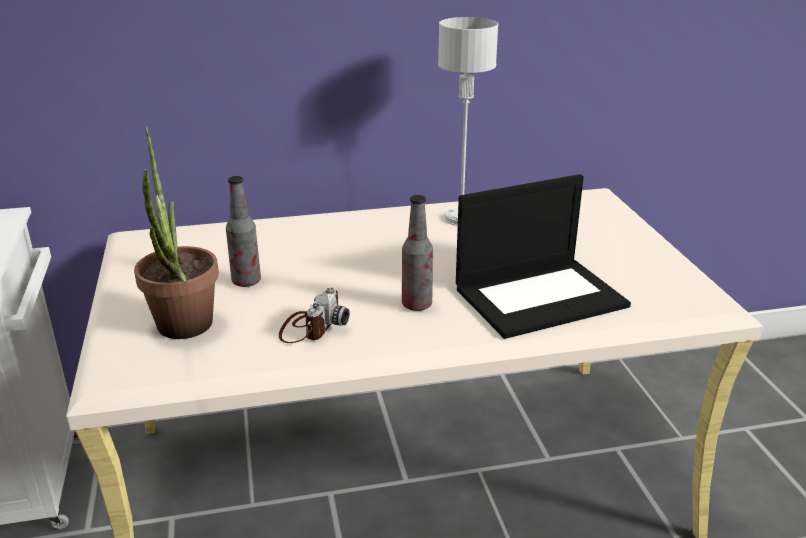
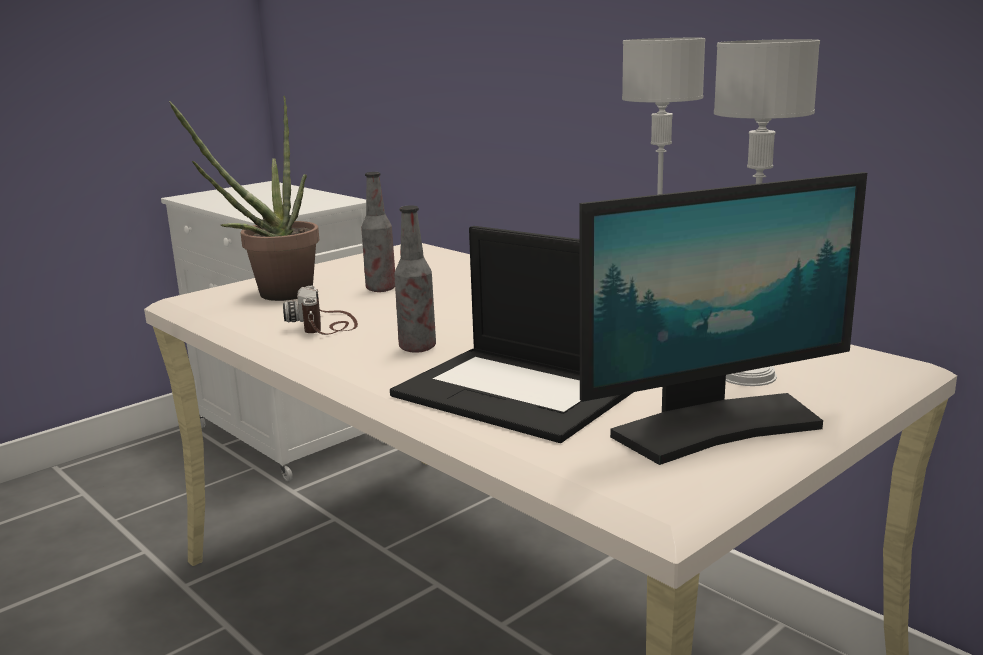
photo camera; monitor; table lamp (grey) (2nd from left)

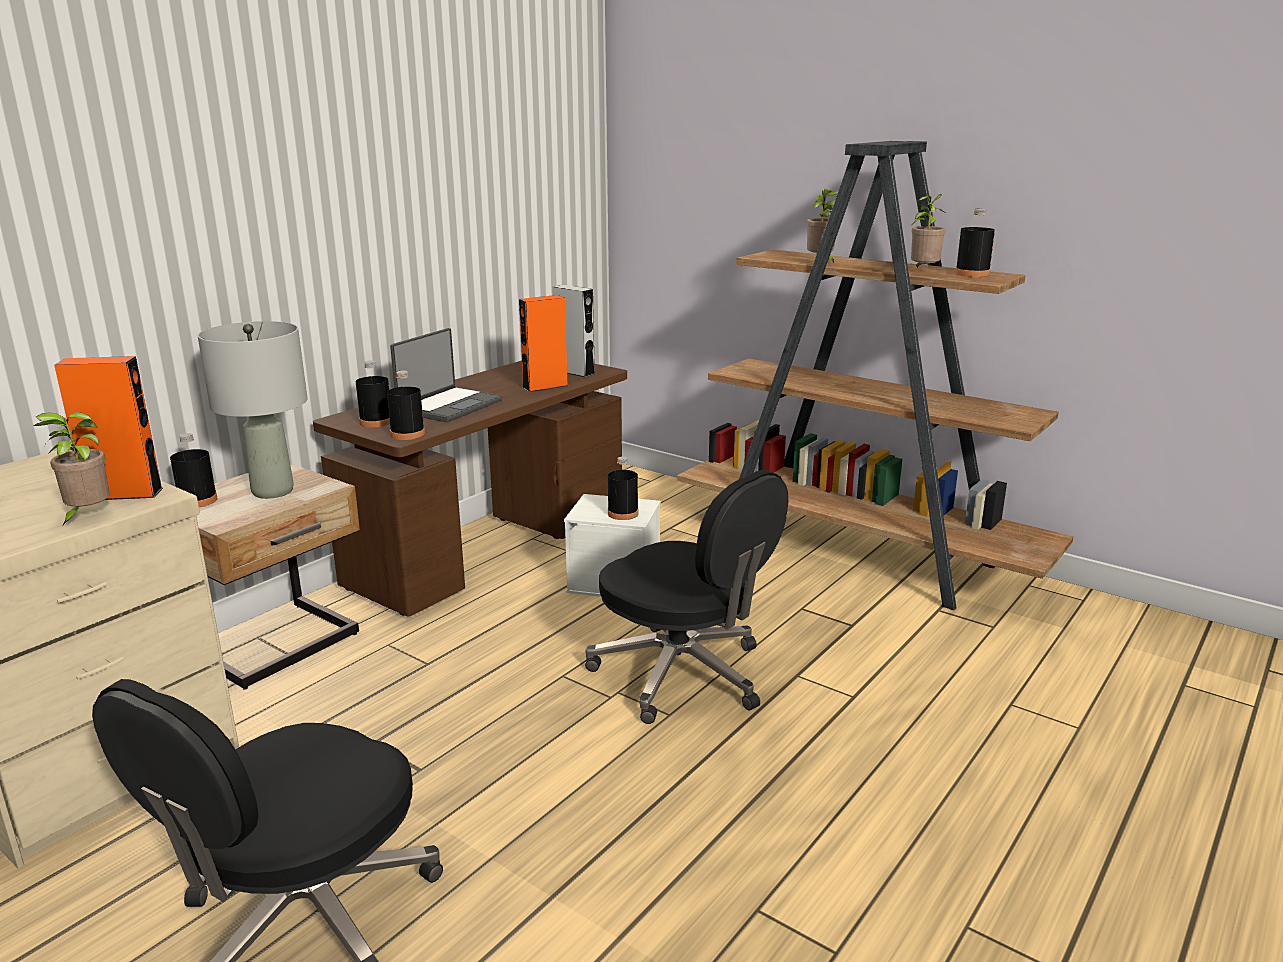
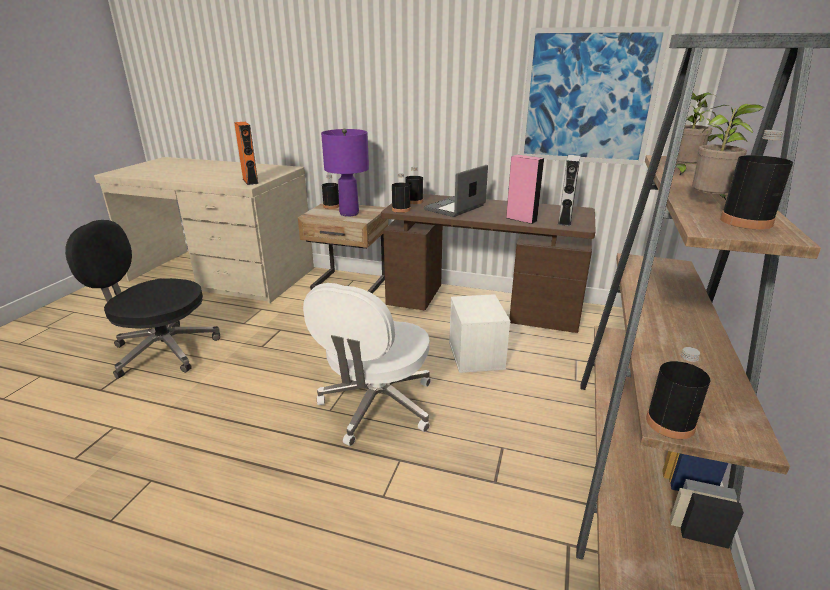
office chair (white); table lamp (purple); laptop; speaker (pink); picture; bottle (black) (4th from left); potted plant (1st from left in the first image)

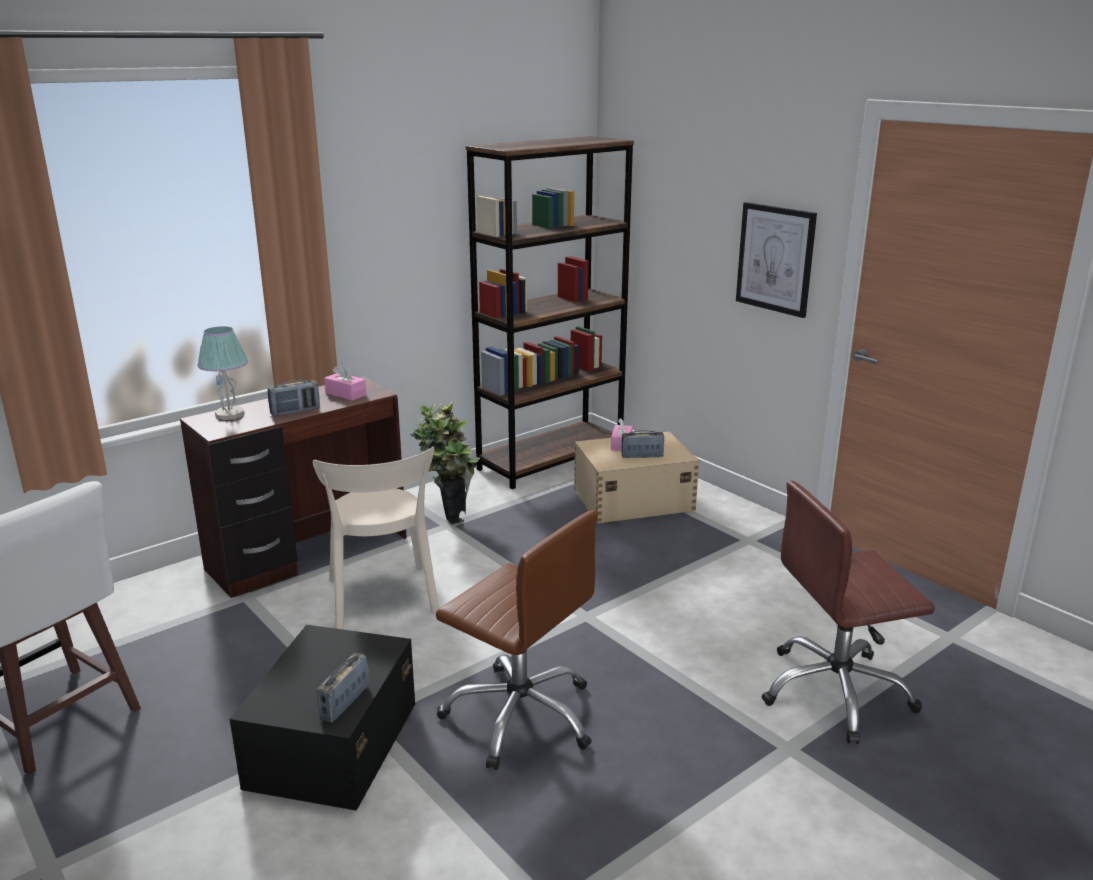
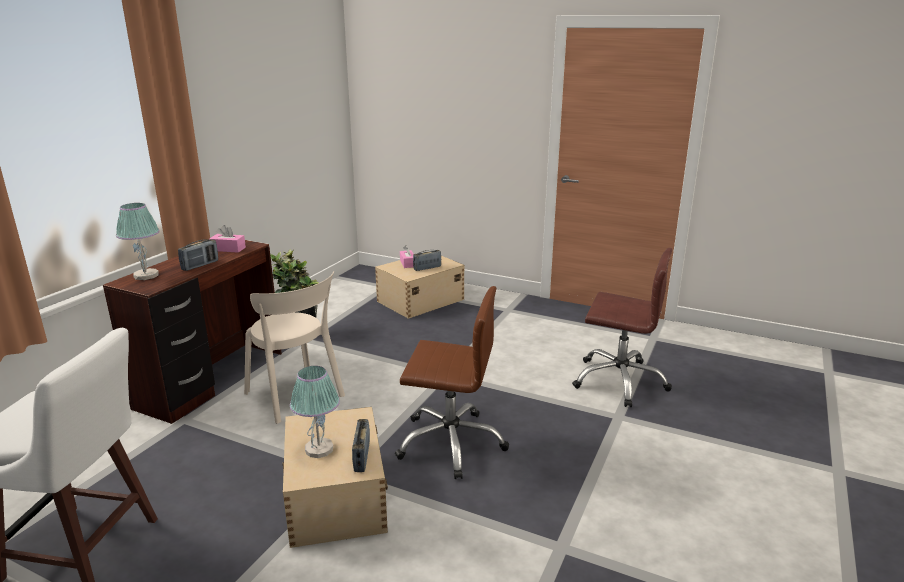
storage box (beige) (1st from left); table lamp (2nd from left); office chair (brown) (2nd from left); bookcase (brown); picture

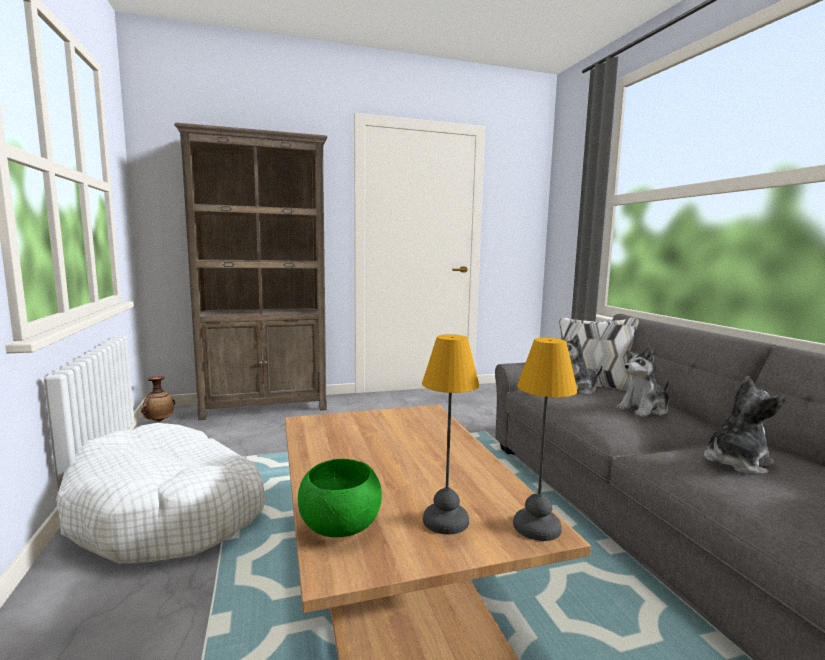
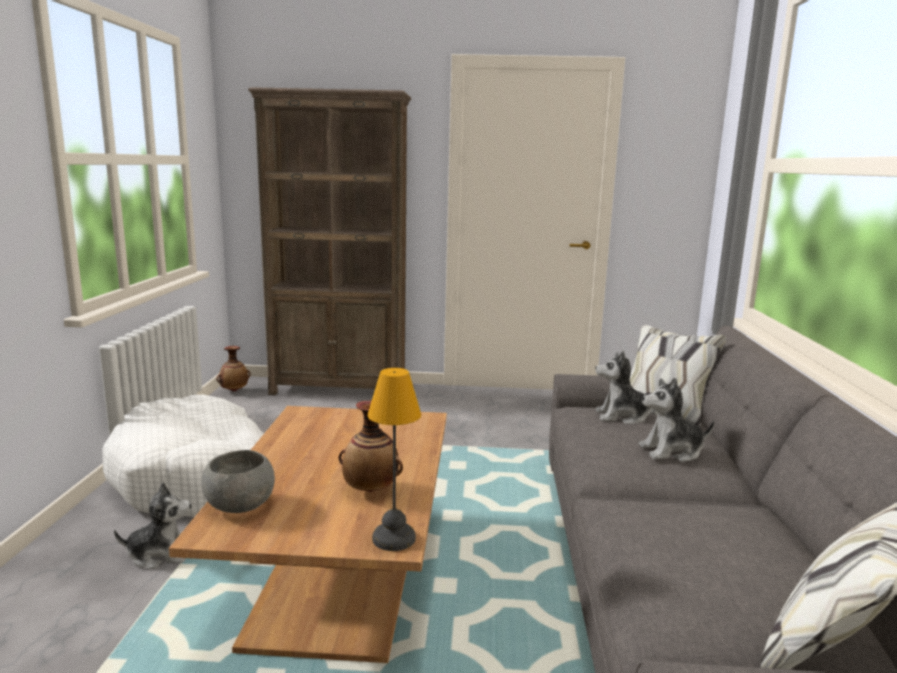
plush toy (1st from left); bowl (grey); vase (2nd from left); table lamp (1st from left in the first image)

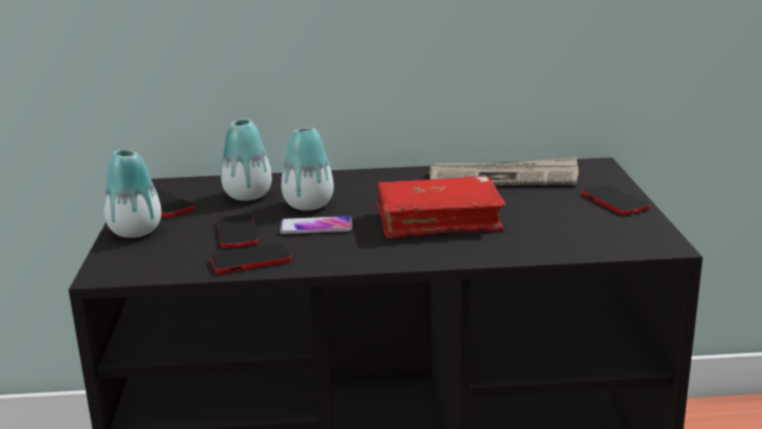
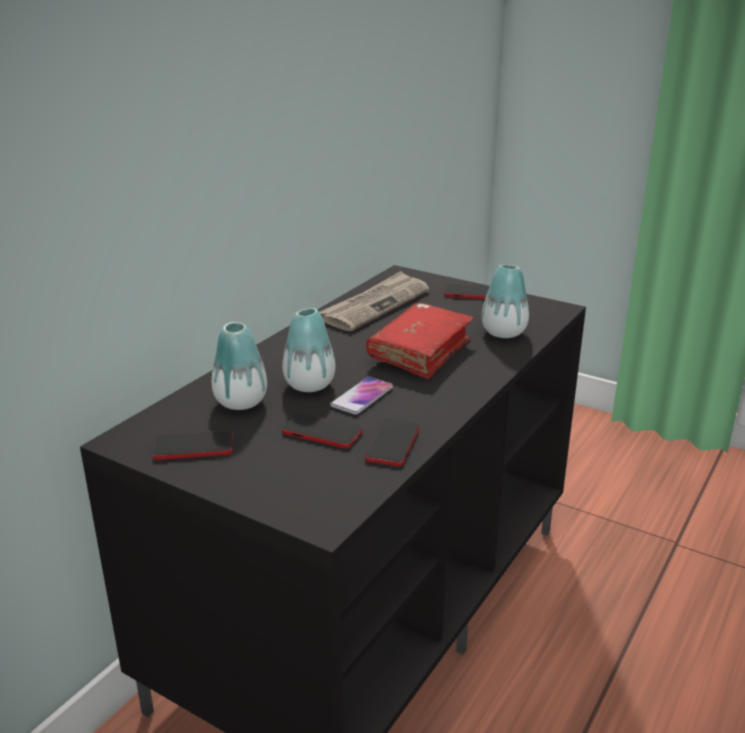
vase (3rd from left)

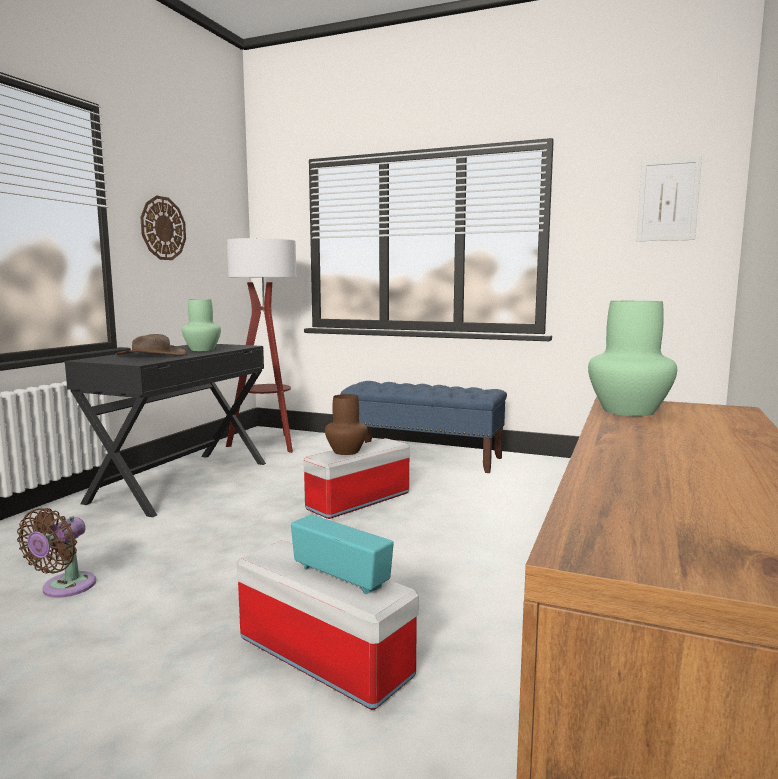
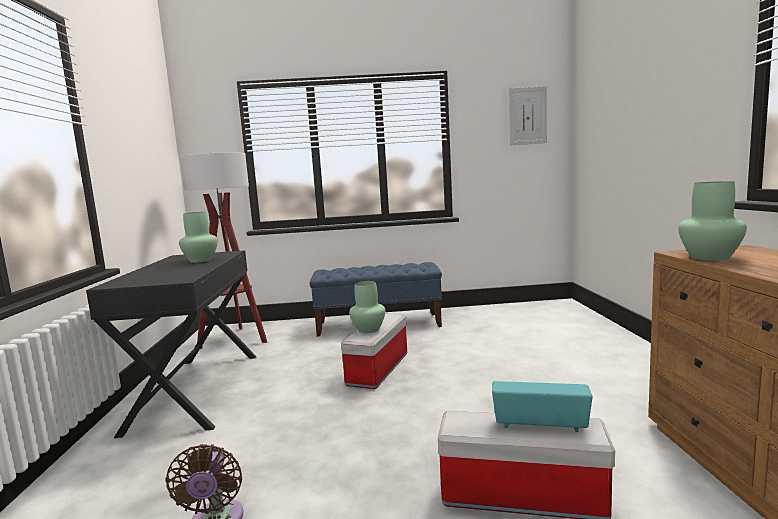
vase (green) (2nd from left); hat (brown); wall clock

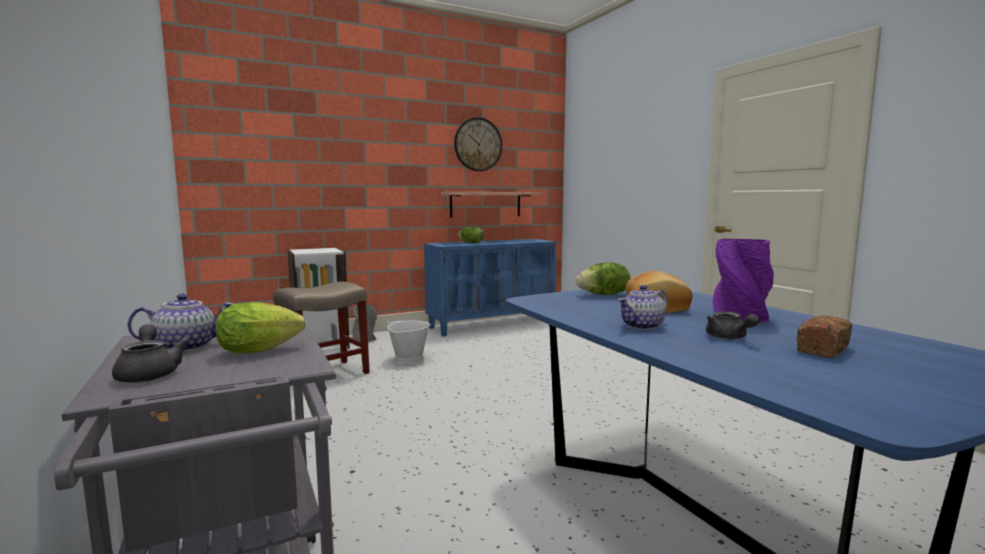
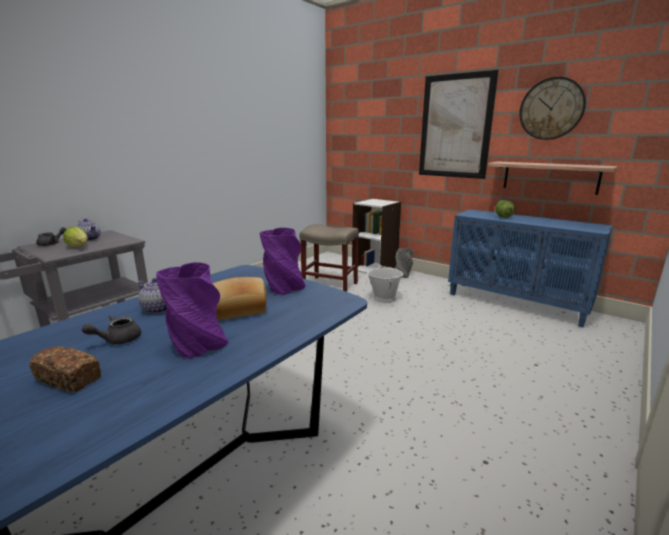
vase (purple) (2nd from left); picture

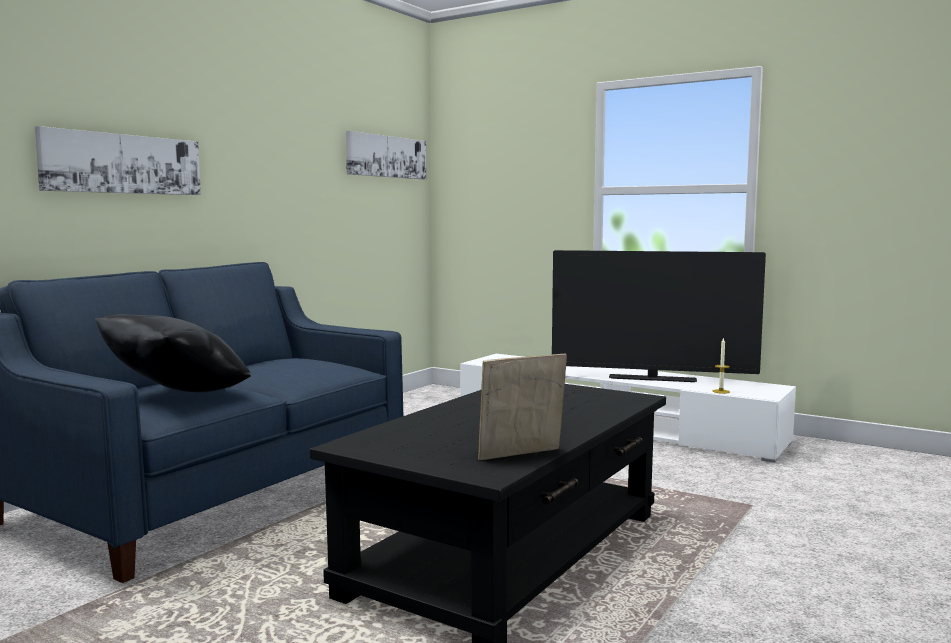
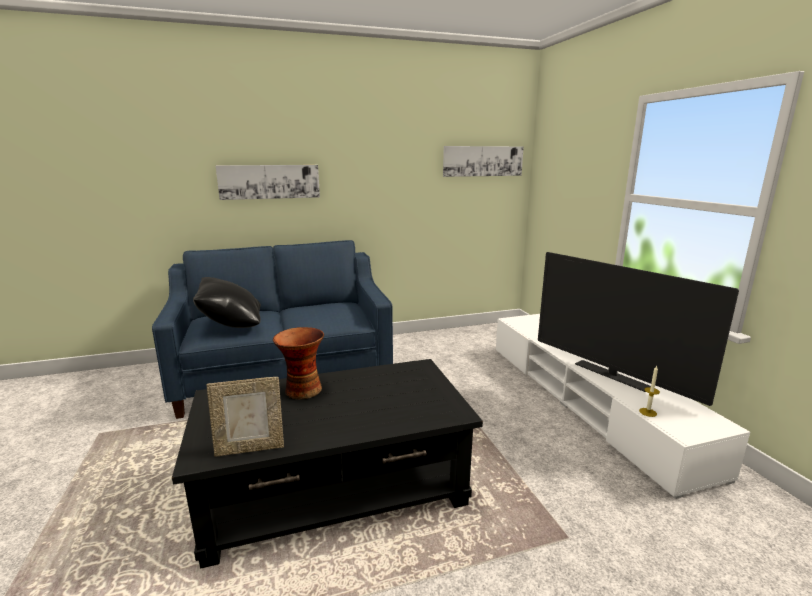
picture frame; vase

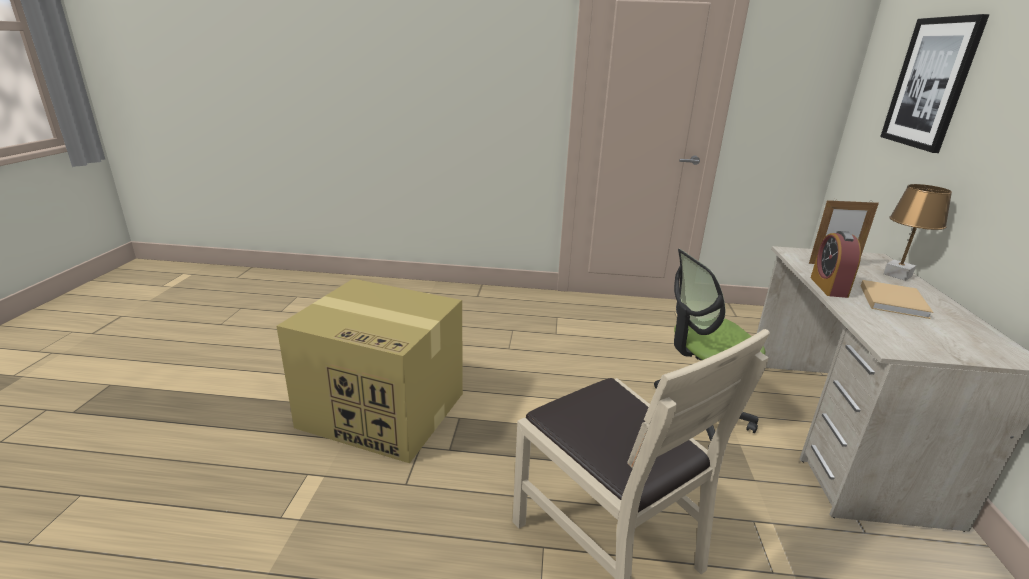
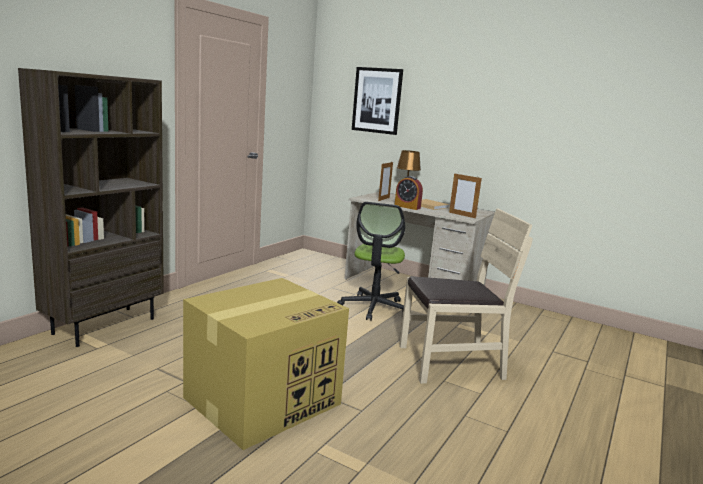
bookcase (brown); picture frame (2nd from left)

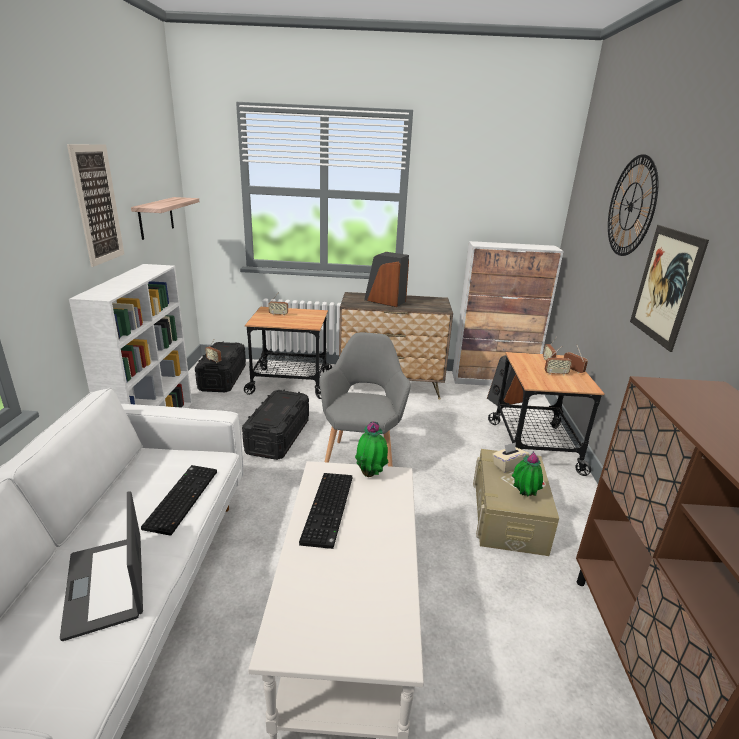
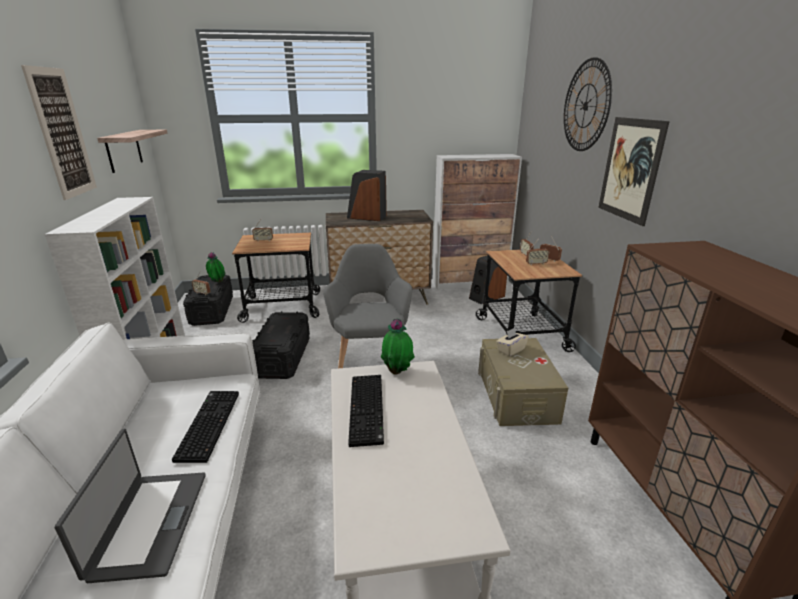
laptop; potted plant (1st from left)

